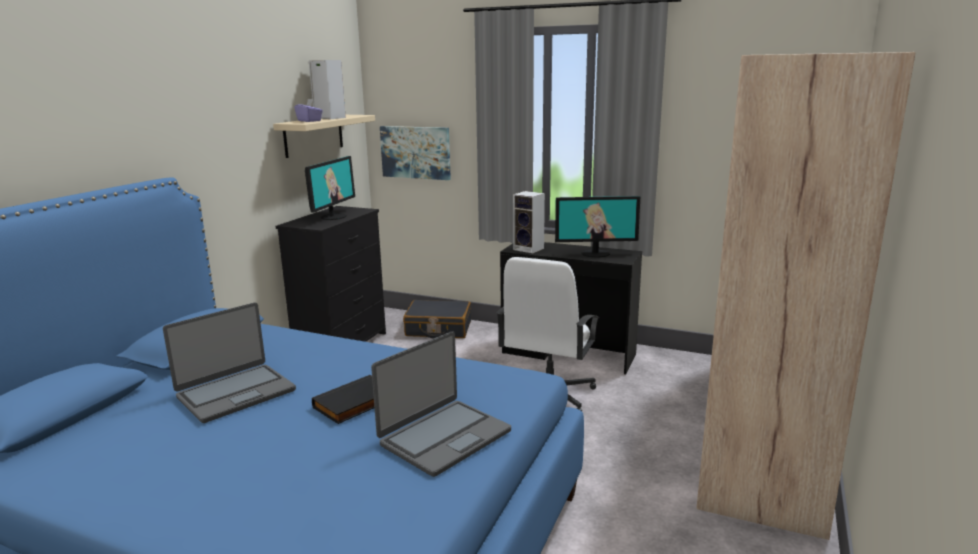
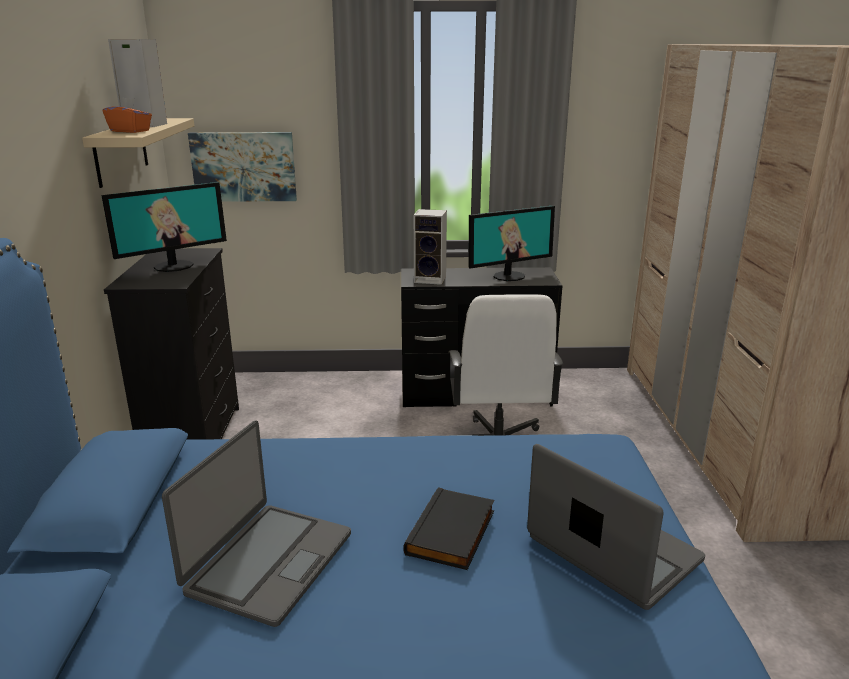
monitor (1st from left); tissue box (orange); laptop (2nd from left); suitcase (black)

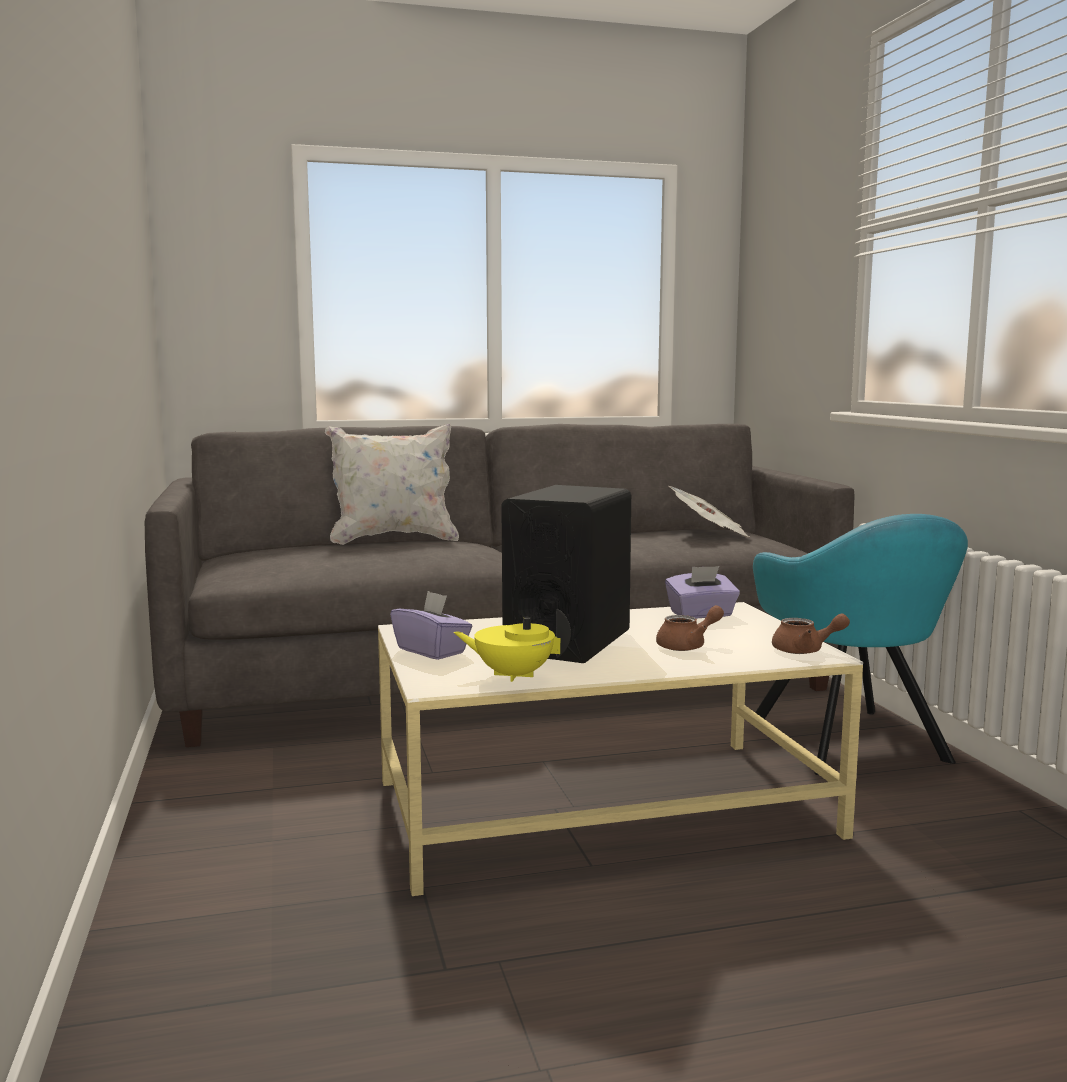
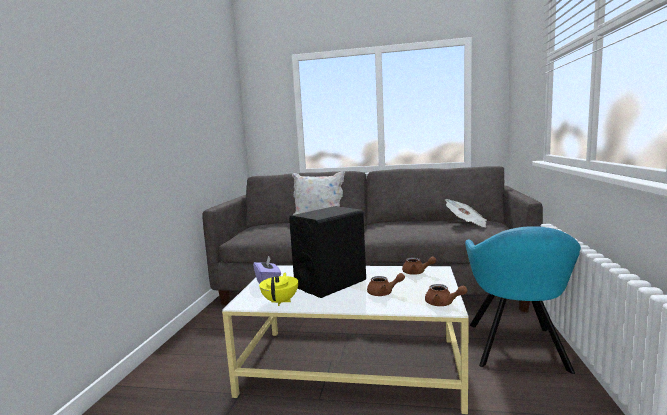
teapot (yellow); teapot (brown) (2nd from left)

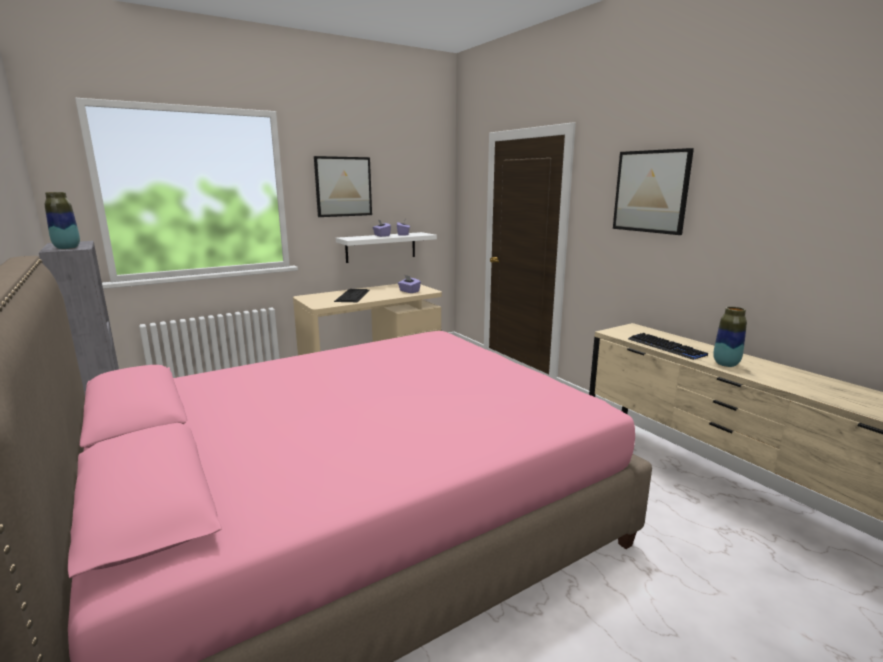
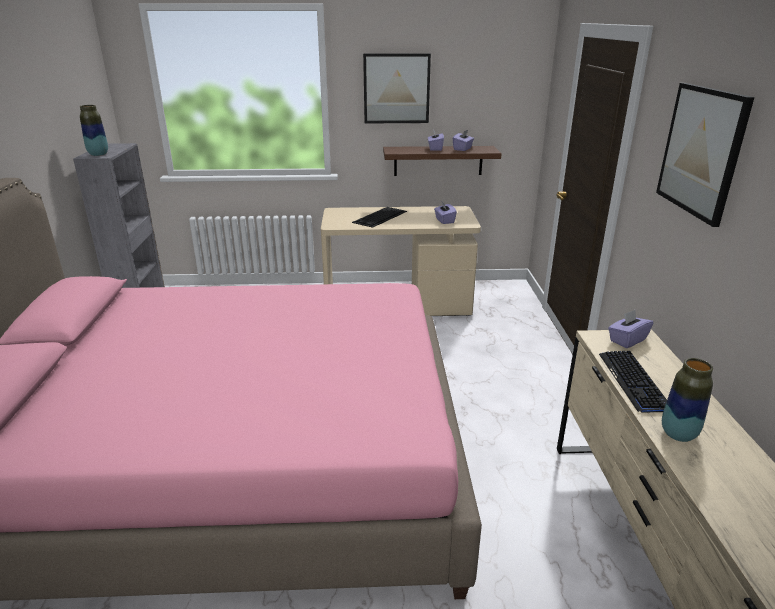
shelf (brown); tissue box (purple) (4th from left)

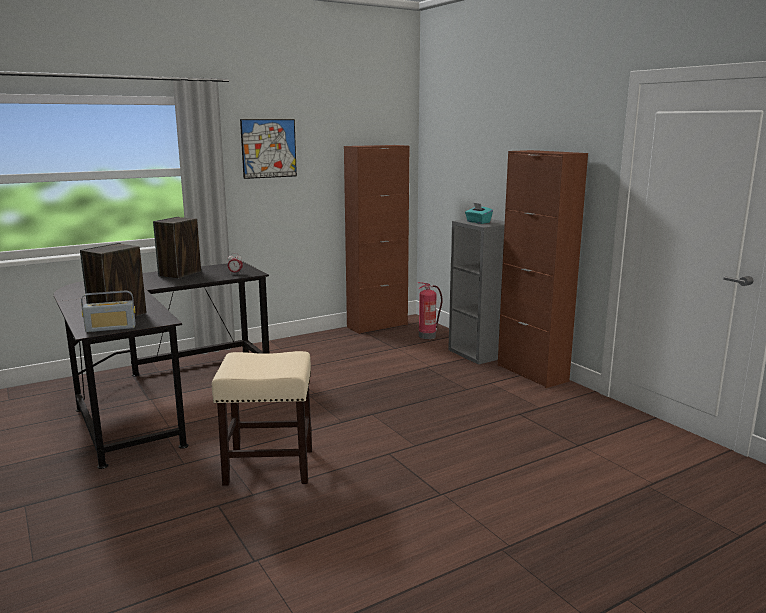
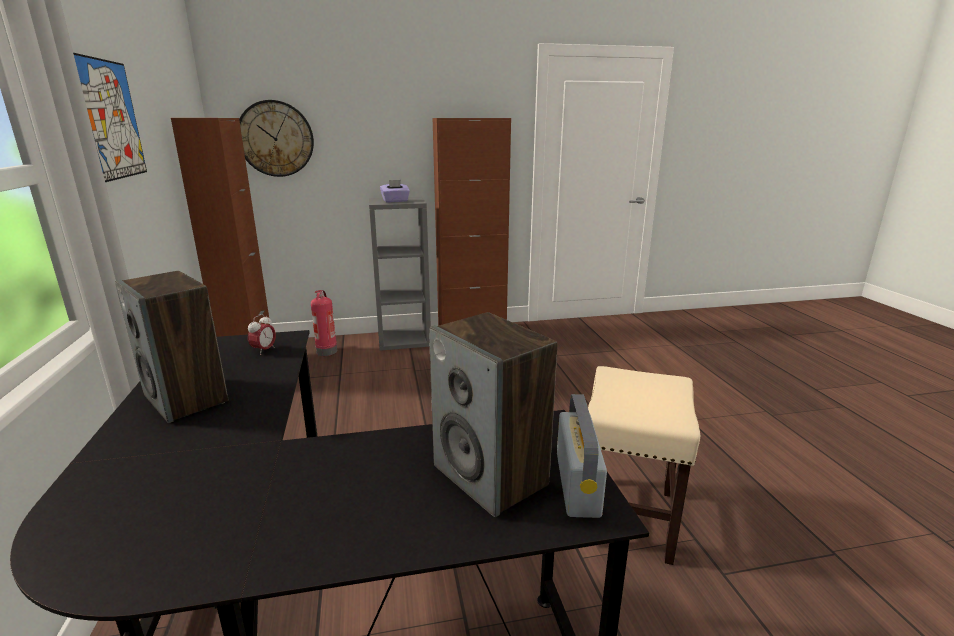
wall clock; tissue box (purple)

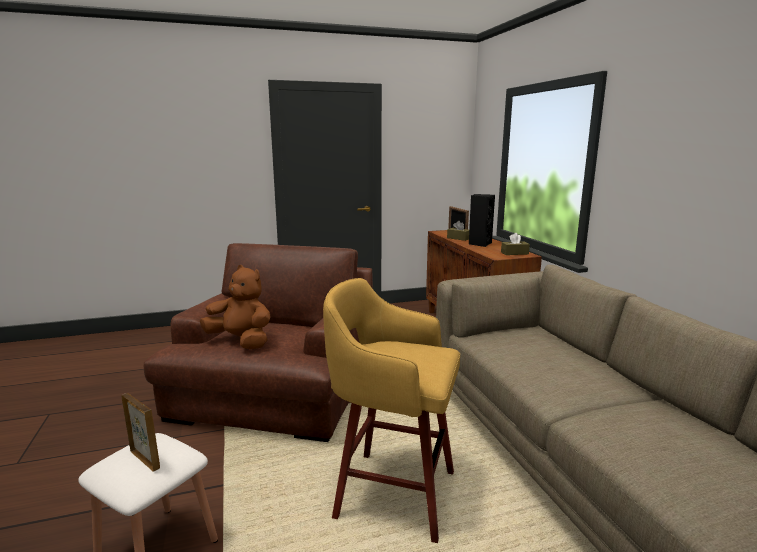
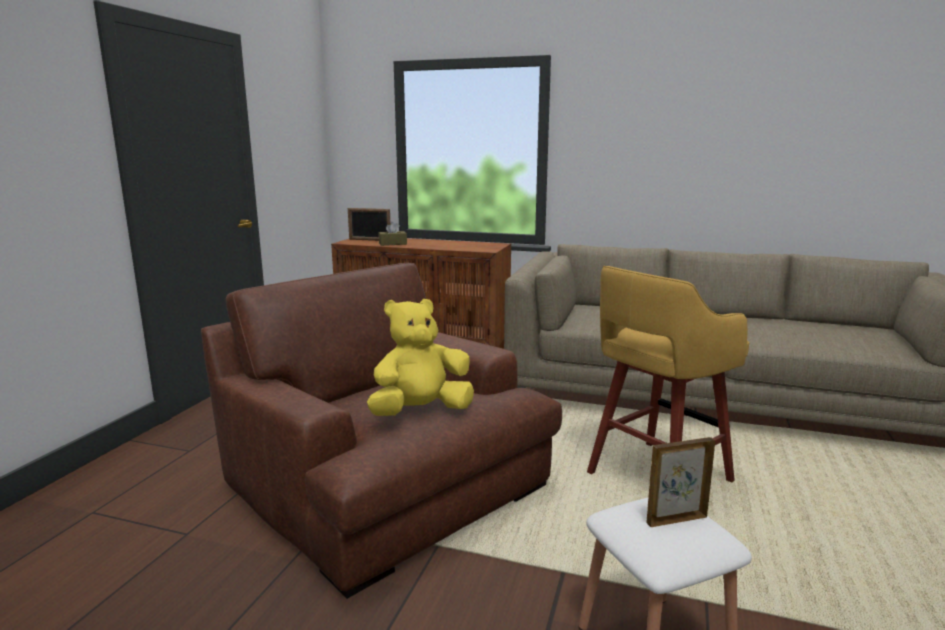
plush toy (yellow); speaker (black); tissue box (brown) (2nd from left in the first image)

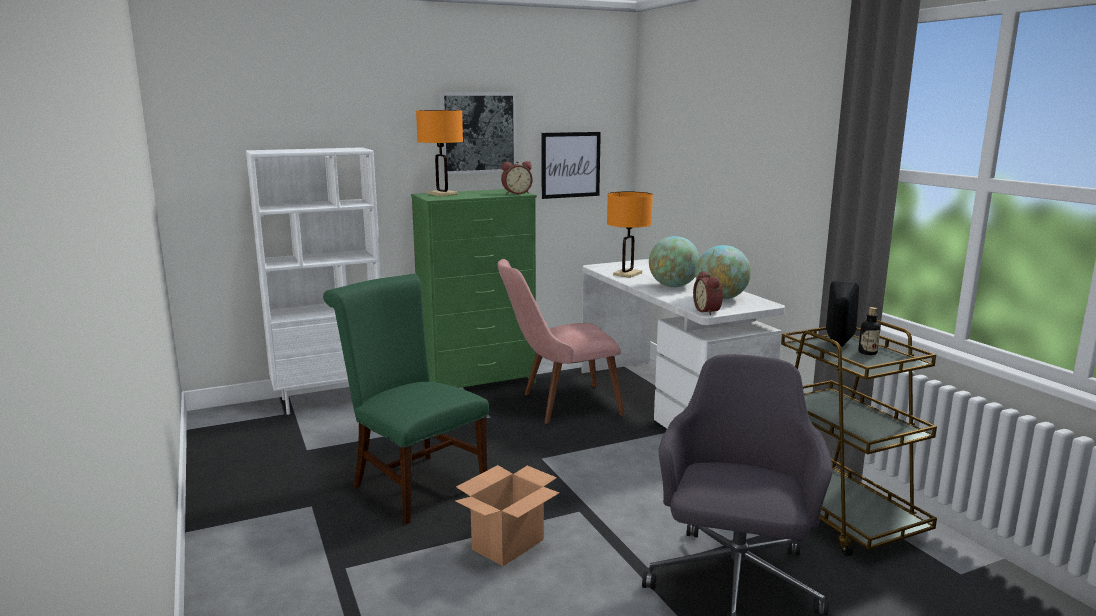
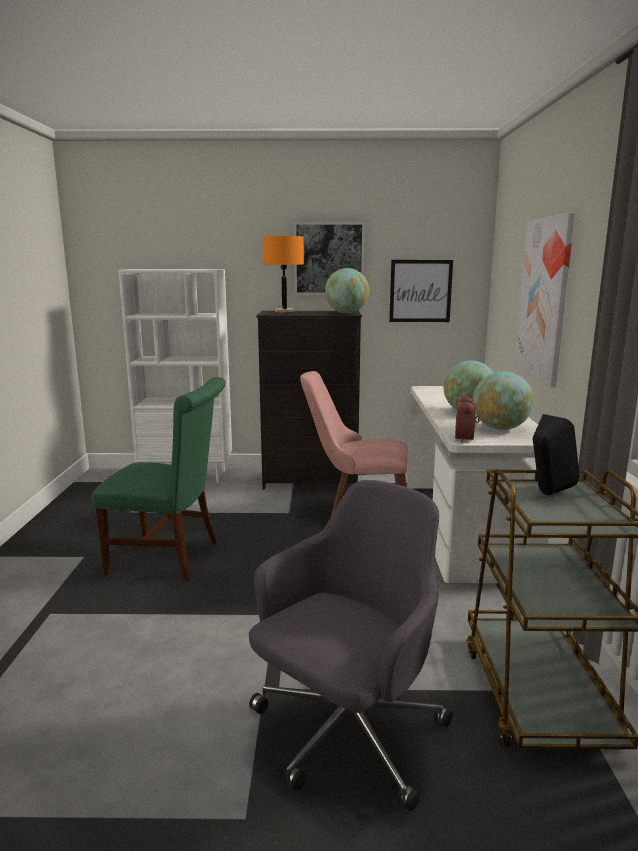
chair (green); dresser (black); globe (1st from left); picture (3rd from left); cardboard box; table lamp (orange) (2nd from left in the first image); bottle

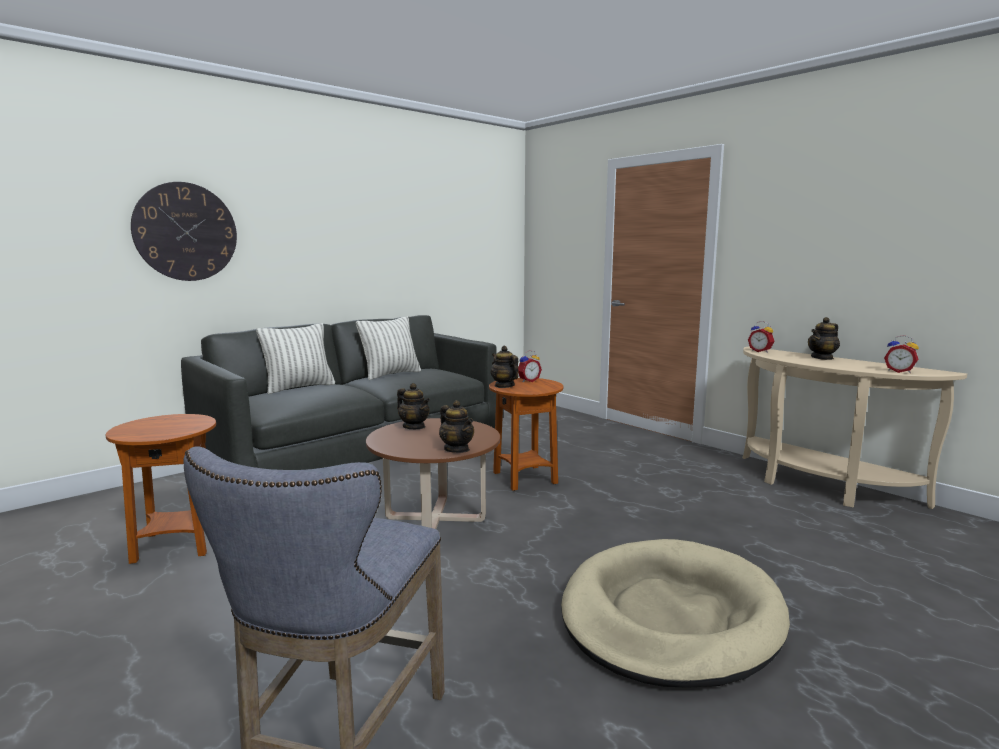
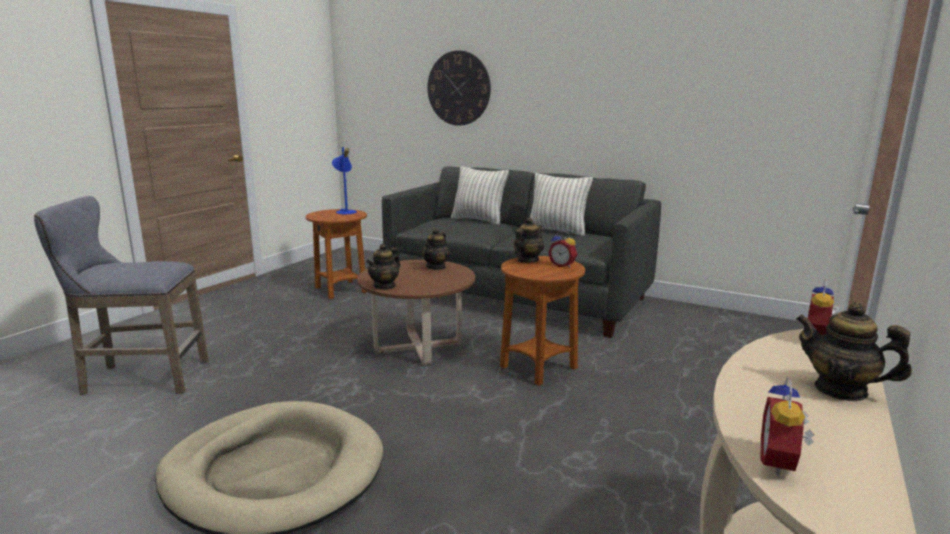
table lamp (blue)

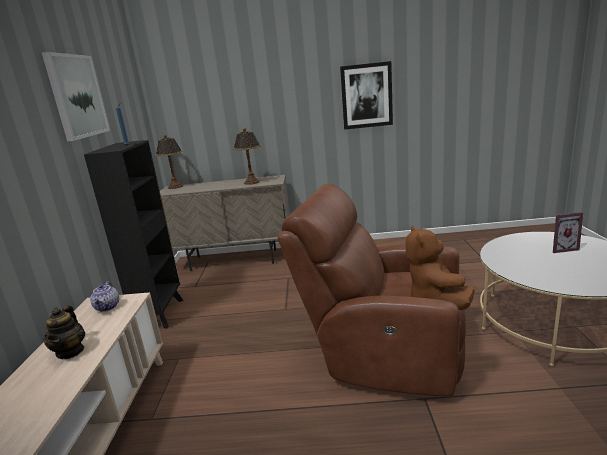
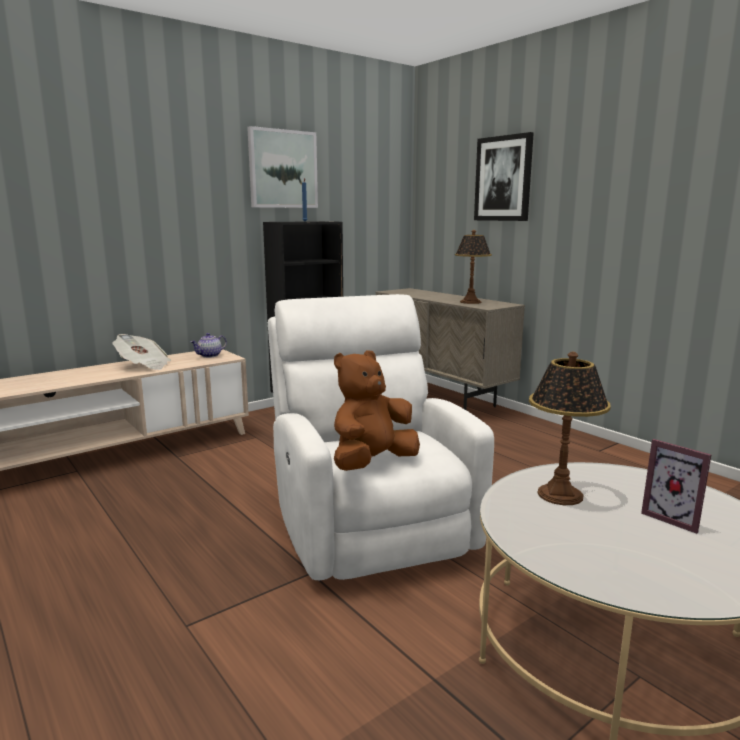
newspaper; armchair (white); picture (2nd from left); table lamp (2nd from left)

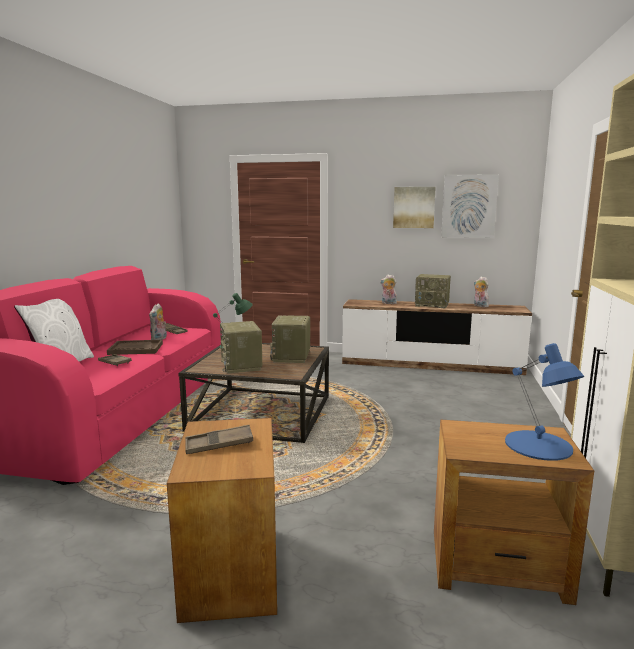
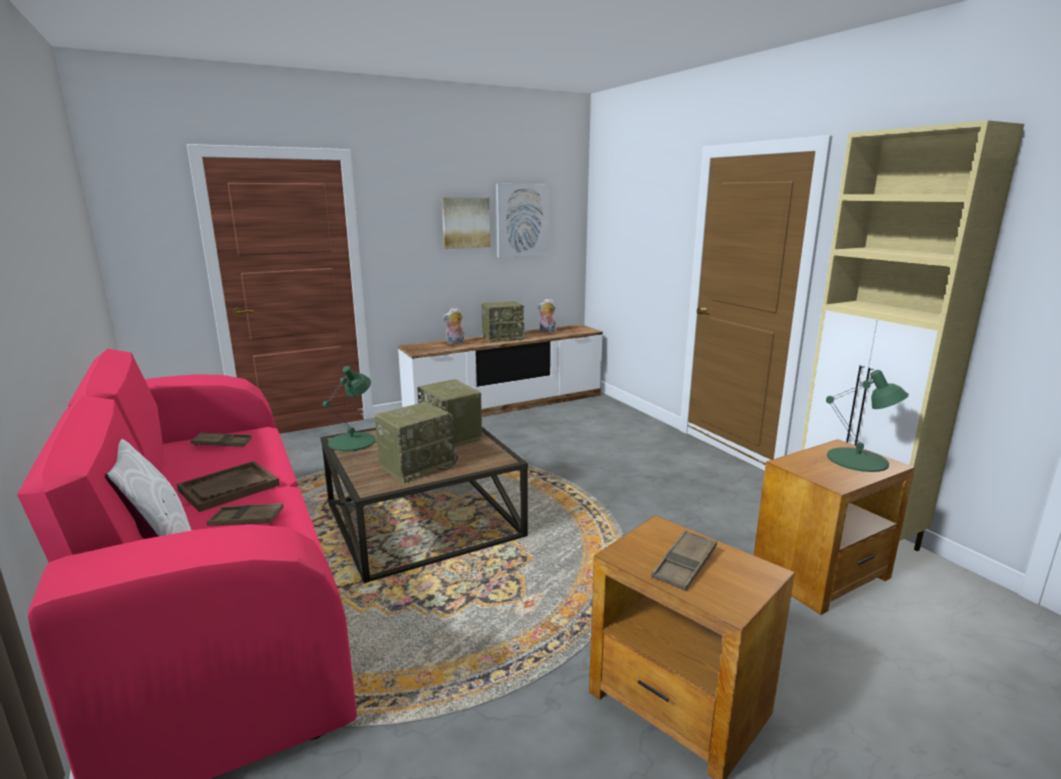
radio (1st from left); table lamp (green) (2nd from left); plush toy (1st from left in the first image)

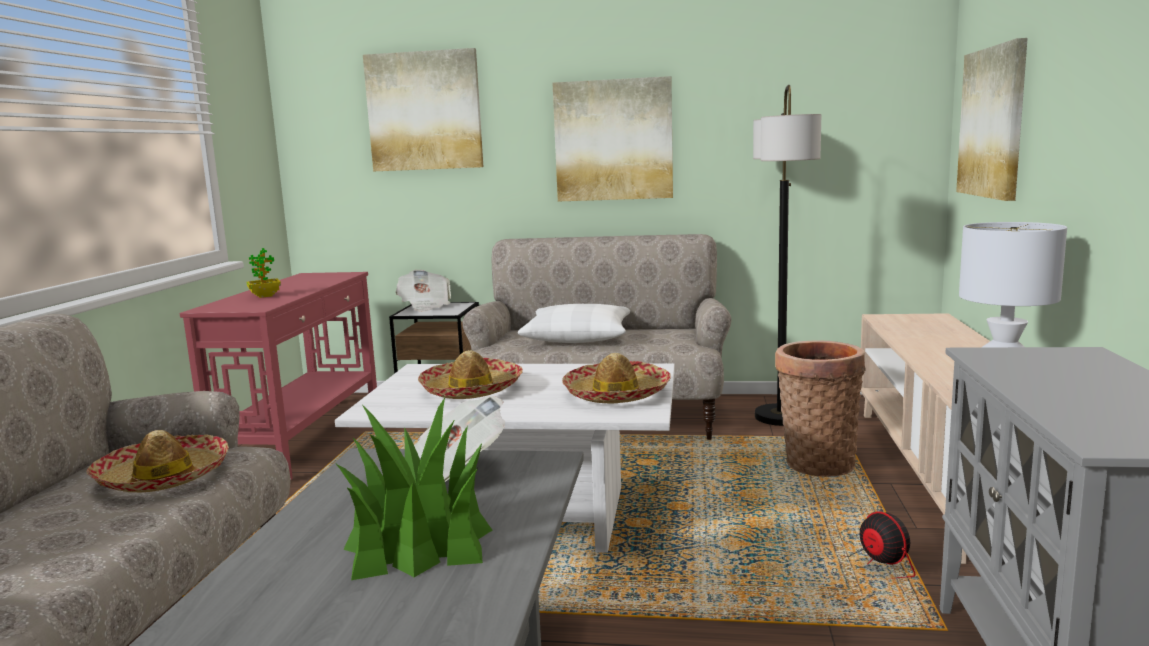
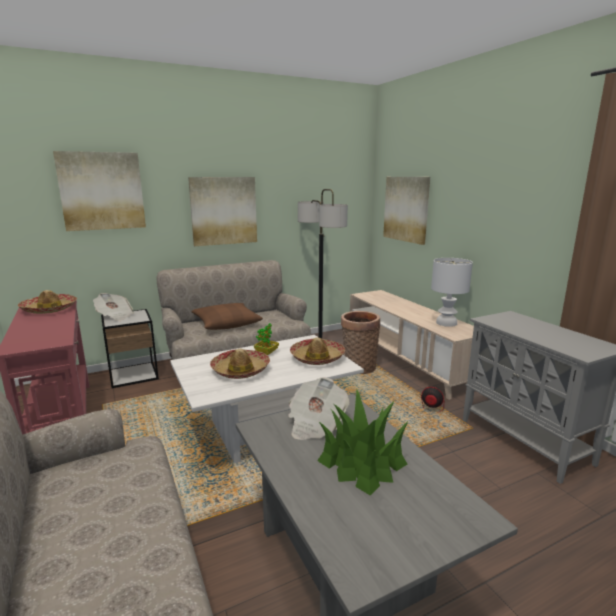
hat (1st from left); pillow (brown); potted plant (1st from left)

